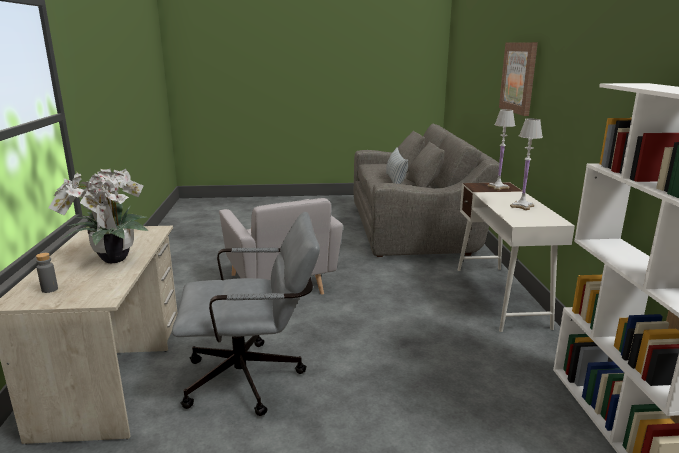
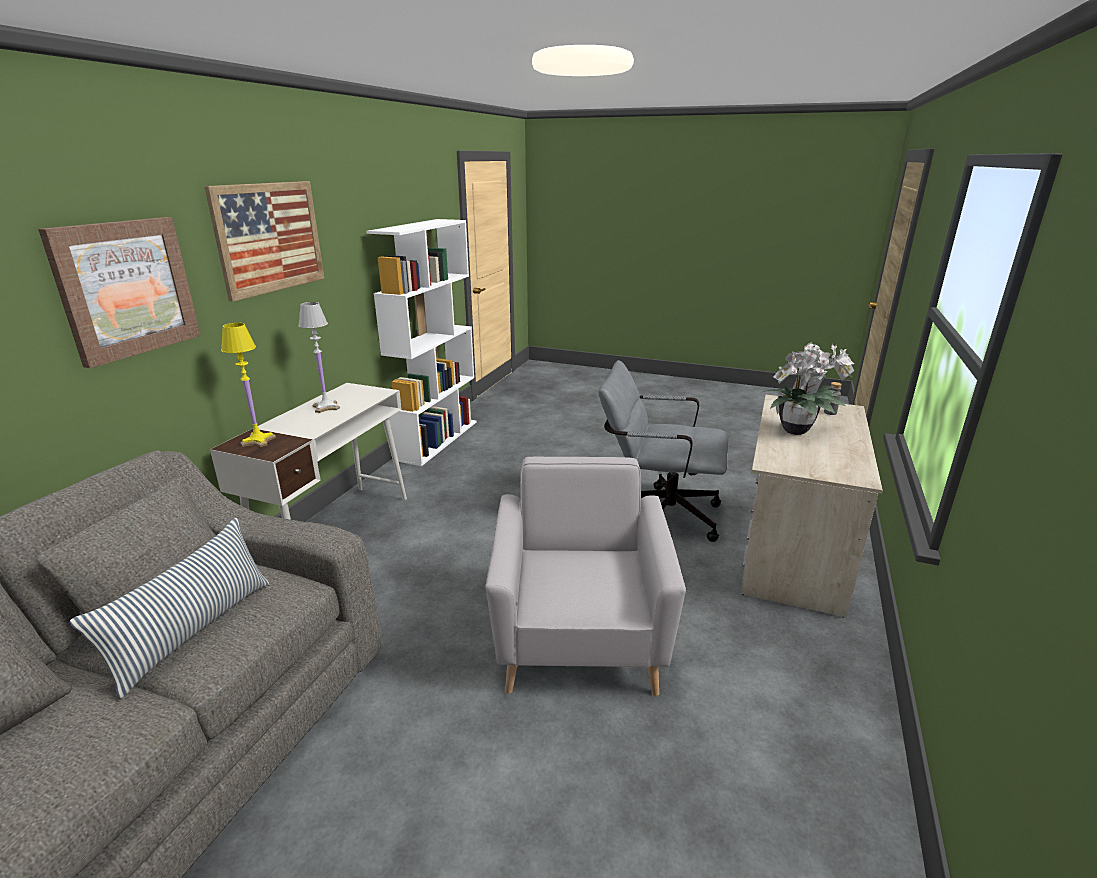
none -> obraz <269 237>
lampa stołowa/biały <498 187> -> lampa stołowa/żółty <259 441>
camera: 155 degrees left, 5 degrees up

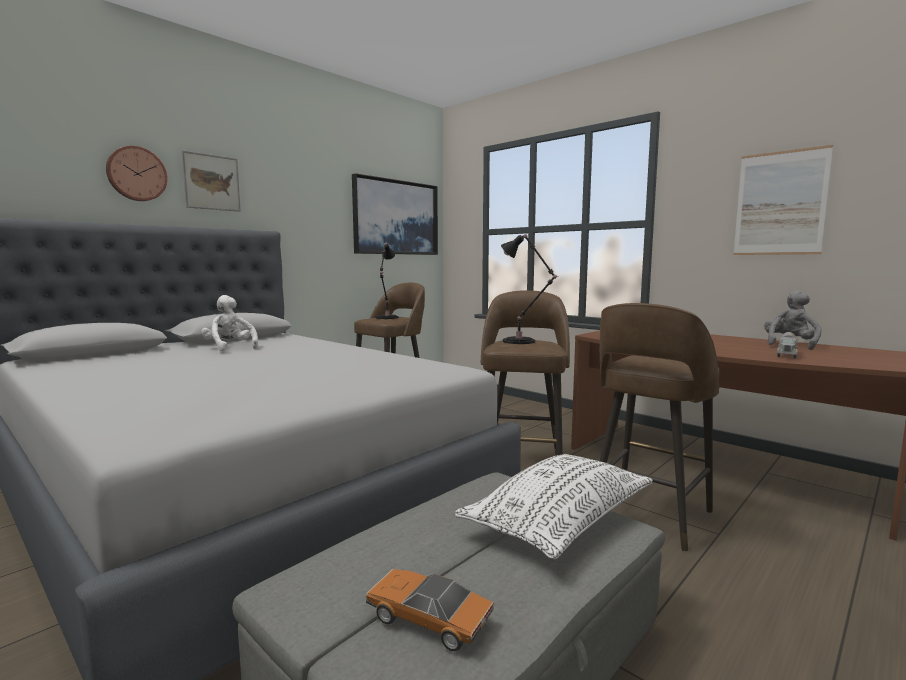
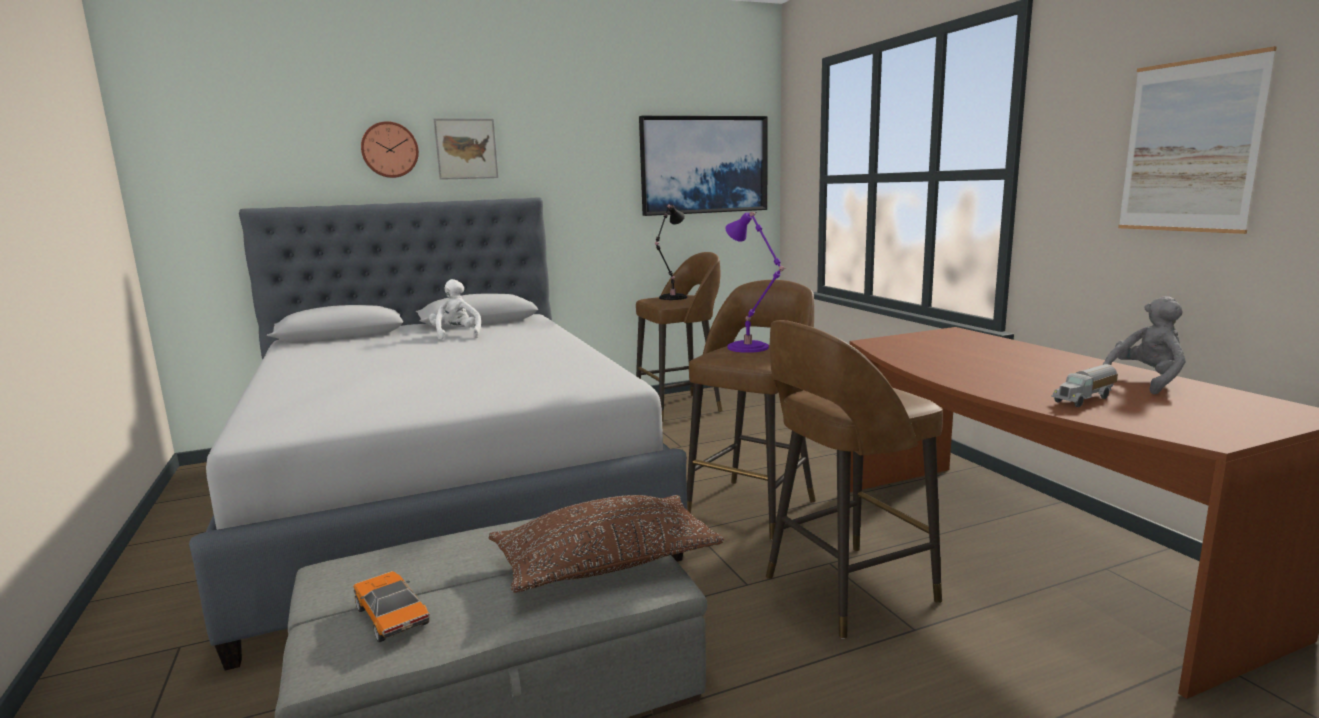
poduszka/biały <559 520> -> poduszka/brązowy <606 563>
lampa stołowa/czarny <521 341> -> lampa stołowa/fioletowy <750 348>
camera: 25 degrees right, 5 degrees up

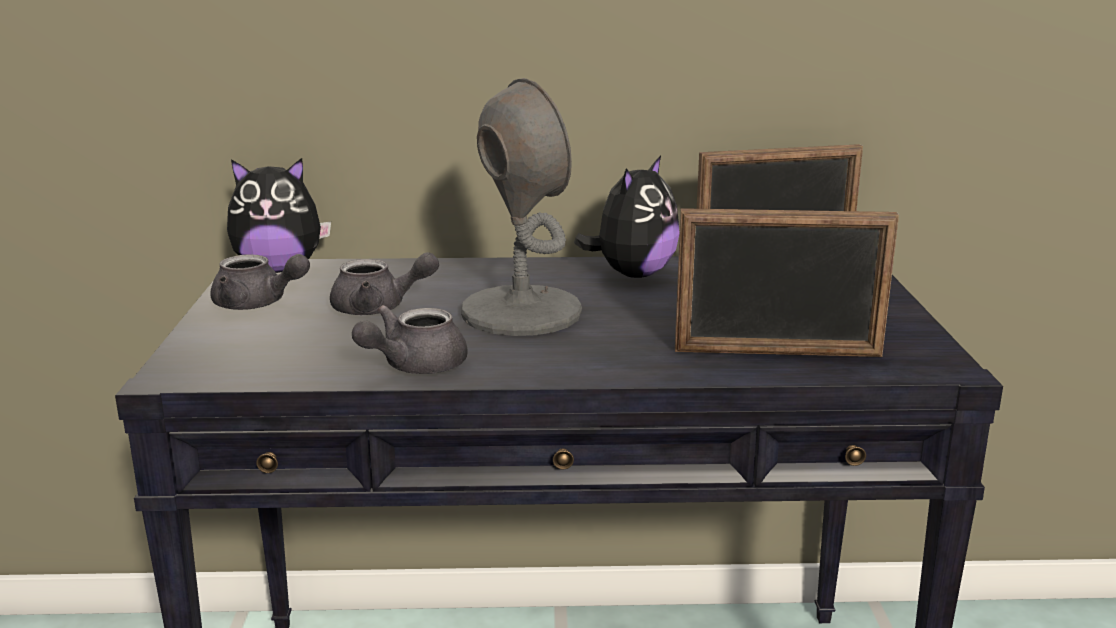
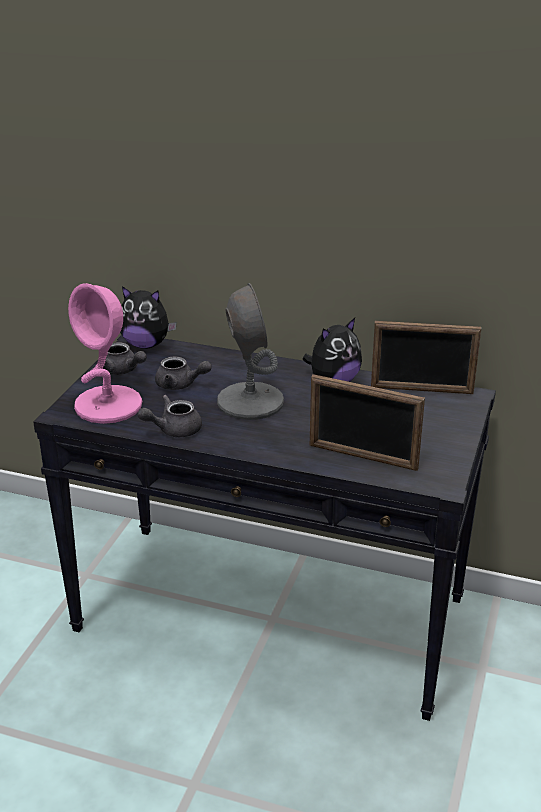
none -> lampa stołowa/różowy <109 406>
camera: 20 degrees right, 10 degrees up

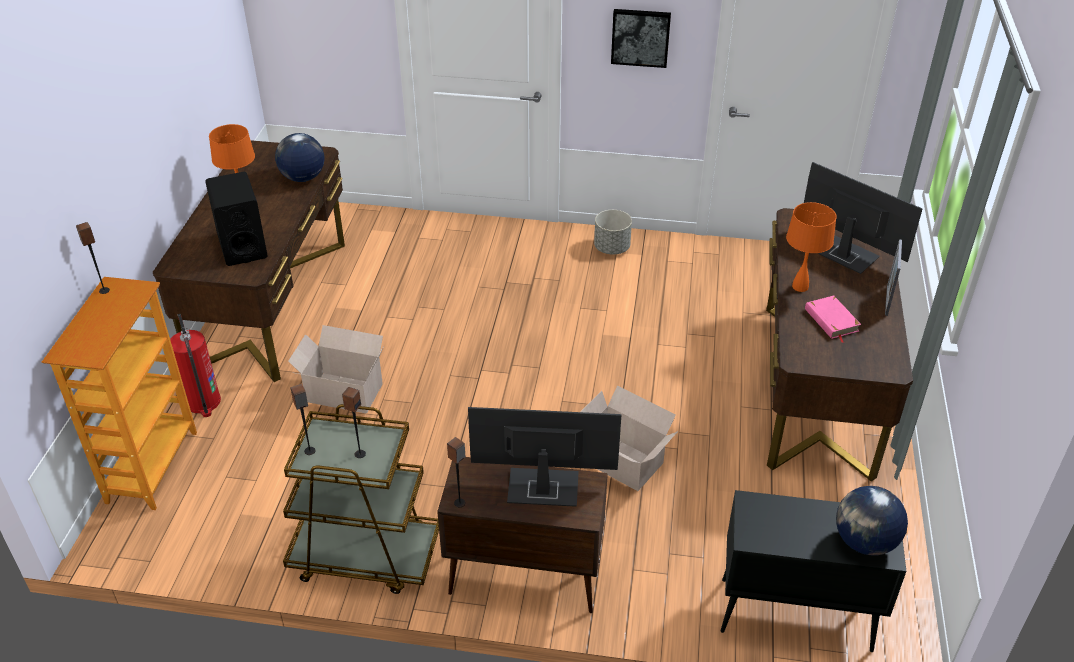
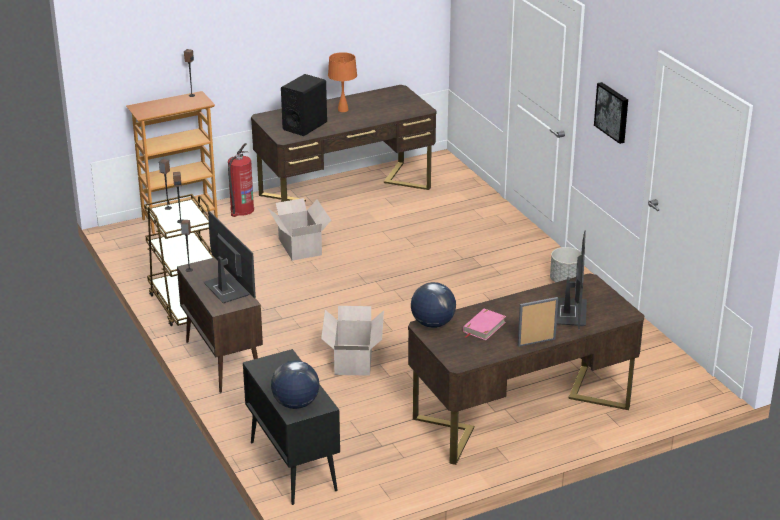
globus <302 178> -> globus <432 324>, shifted
lampa stołowa/pomarańczowy <800 286> -> none
camera: 55 degrees right, 10 degrees down

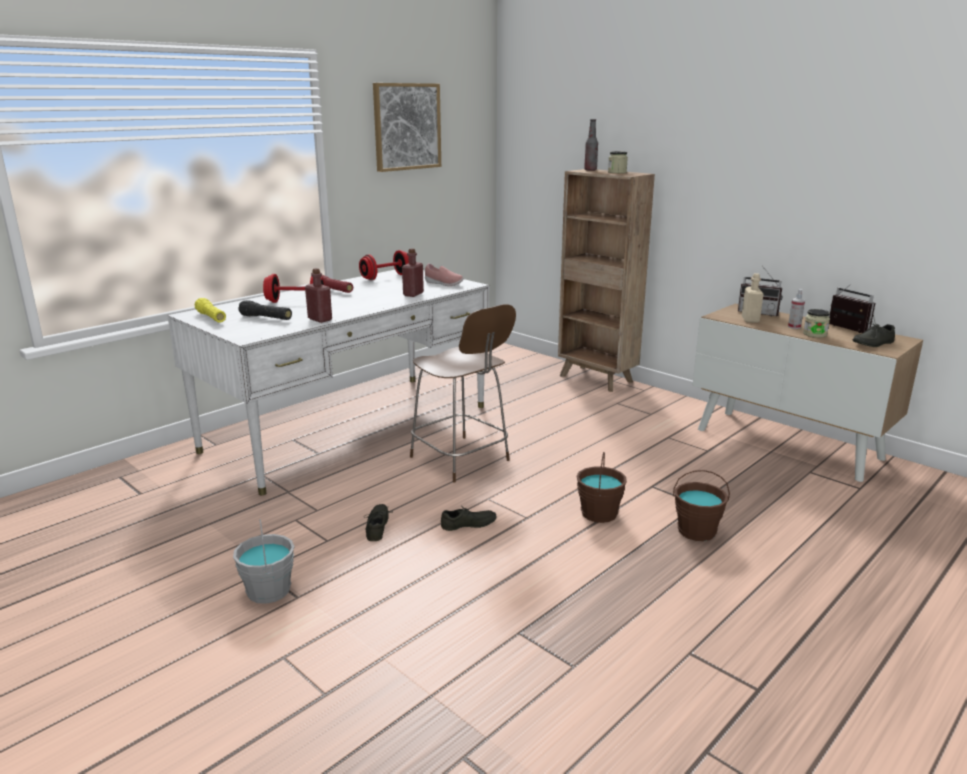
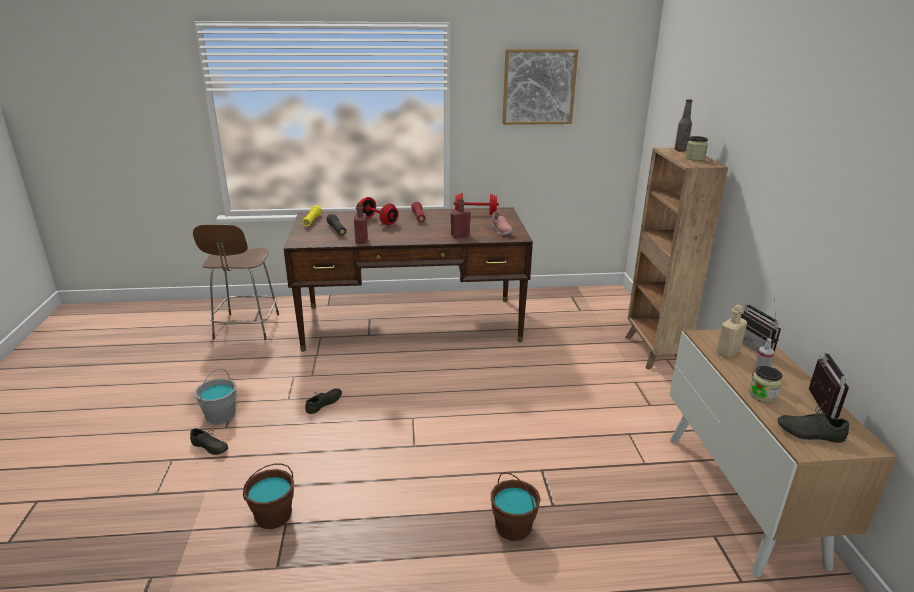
but/szary <469 525> -> but/szary <208 448>, shifted
stołek/brązowy <461 460> -> stołek/brązowy <246 328>, shifted
wiadro/brązowy <598 513> -> wiadro/brązowy <273 515>, shifted
biurko/biały <349 428> -> biurko/brązowy <411 323>
camera: 40 degrees right, 5 degrees up

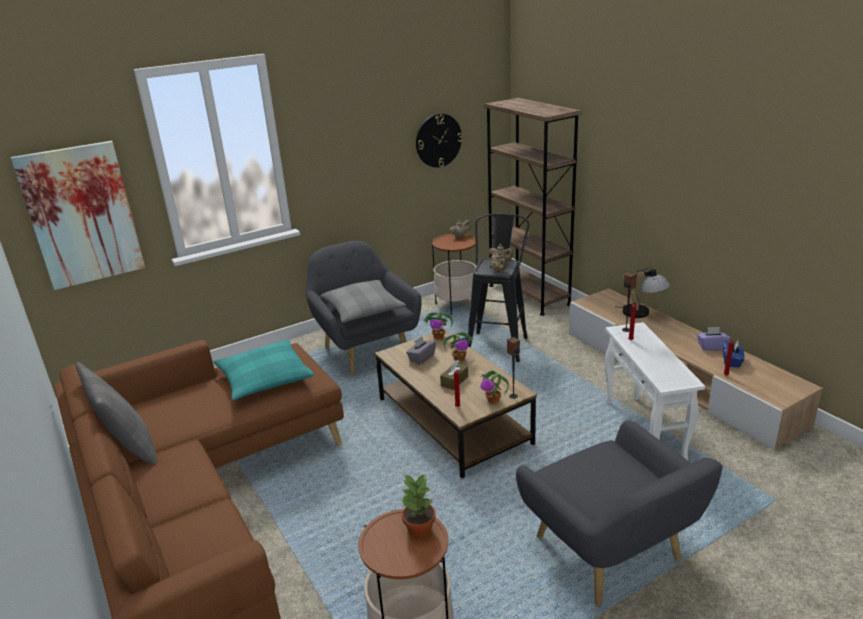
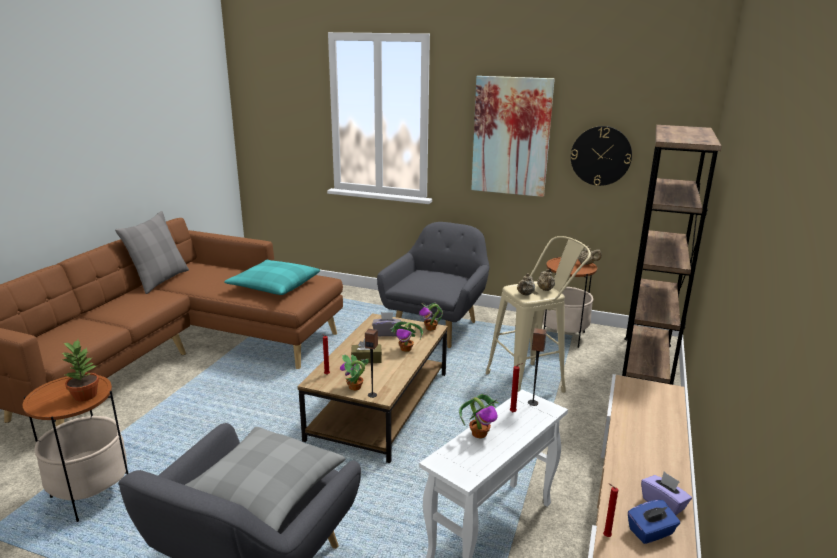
poduszka/szary <363 309> -> poduszka/szary <264 490>, shifted
none -> roślina doniczkowa <479 433>
obraz <82 215> -> obraz <511 136>, shifted
stołek/czarny <499 343> -> stołek/beżowy <532 381>
lampa stołowa <642 314> -> none
camera: 50 degrees right, 5 degrees down

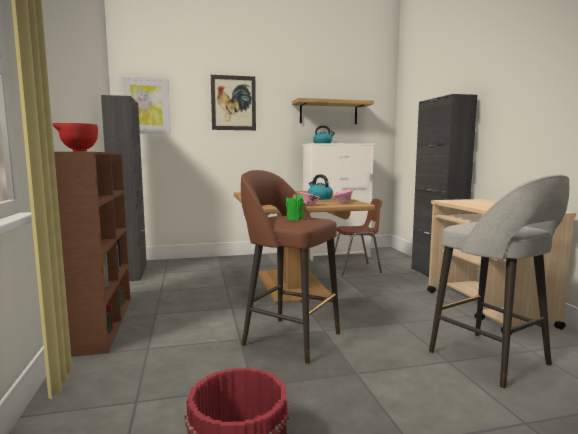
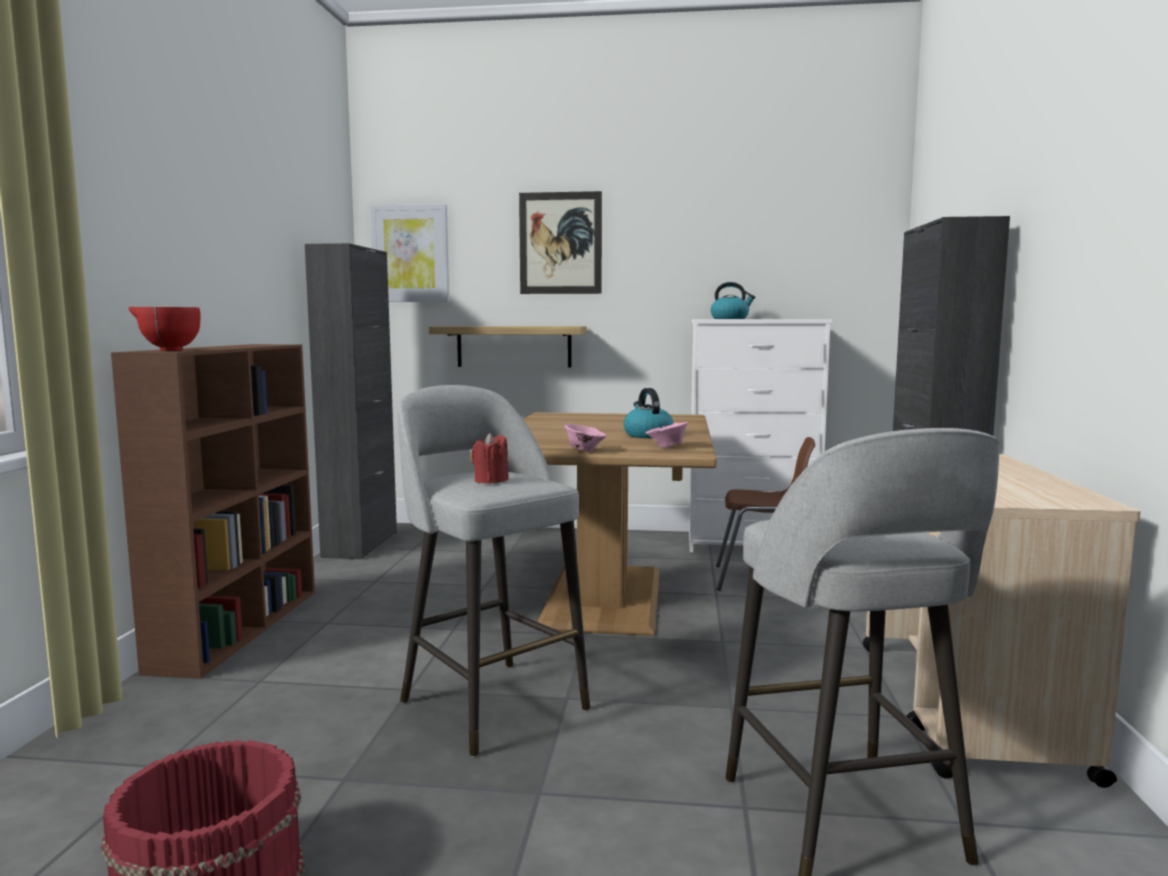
stołek/brązowy <289 338> -> stołek/szary <491 702>
półka <328 113> -> półka <514 346>, shifted
świeca/zielony <295 219> -> świeca/czerwony <491 480>
camera: 20 degrees right, 0 degrees up

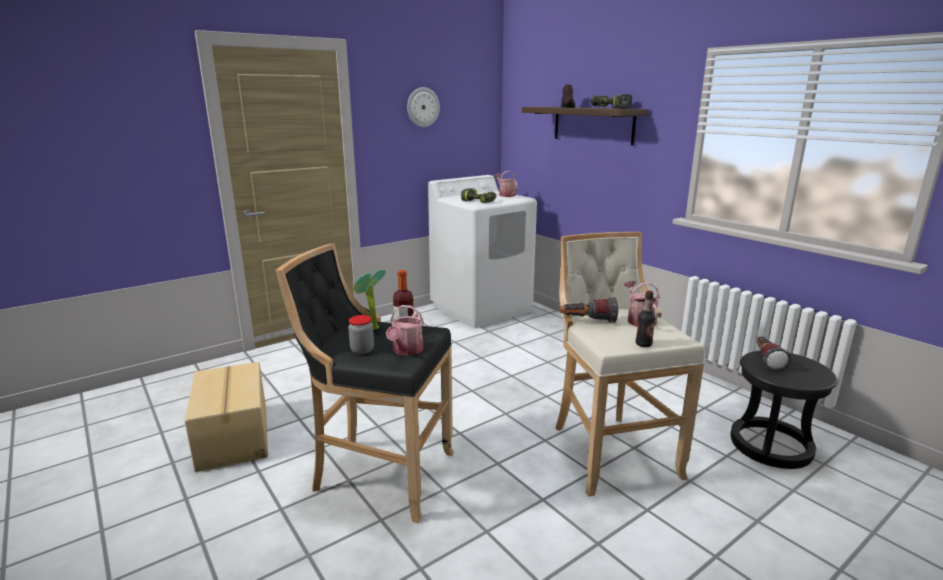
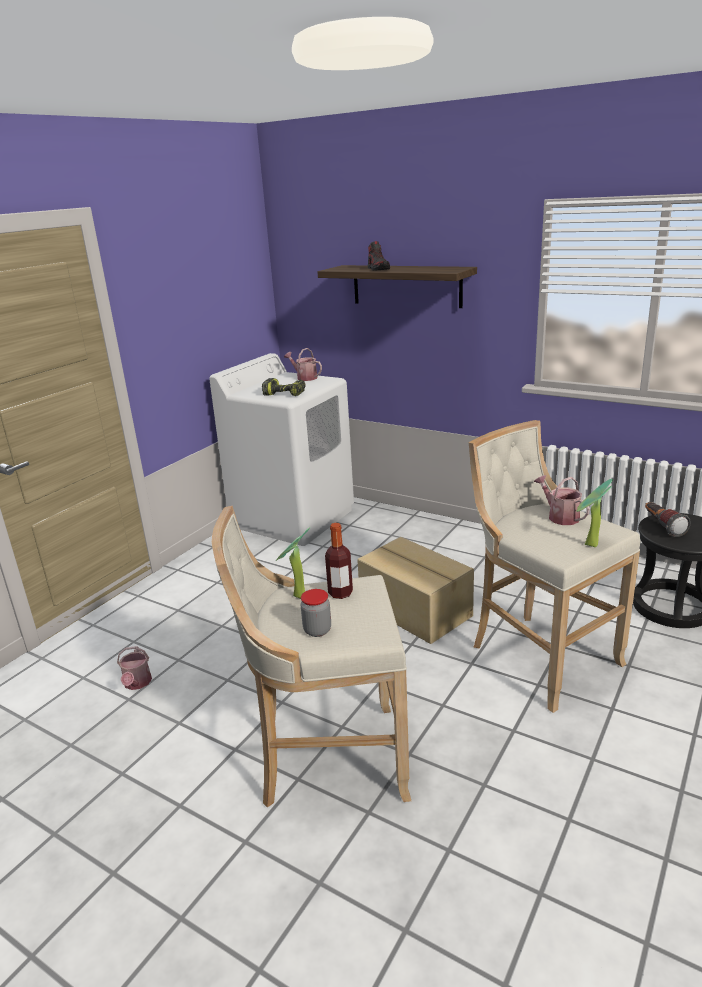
konewka <406 350> -> konewka <137 683>, shifted
stołek/czarny <379 474> -> stołek/beżowy <327 760>
karton <235 435> -> karton <416 609>, shifted
butelka <643 344> -> roślina doniczkowa <589 546>
zegar ścienny <422 107> -> none
latarka <587 322> -> none
wiertarka <609 108> -> none
camera: 20 degrees left, 5 degrees up

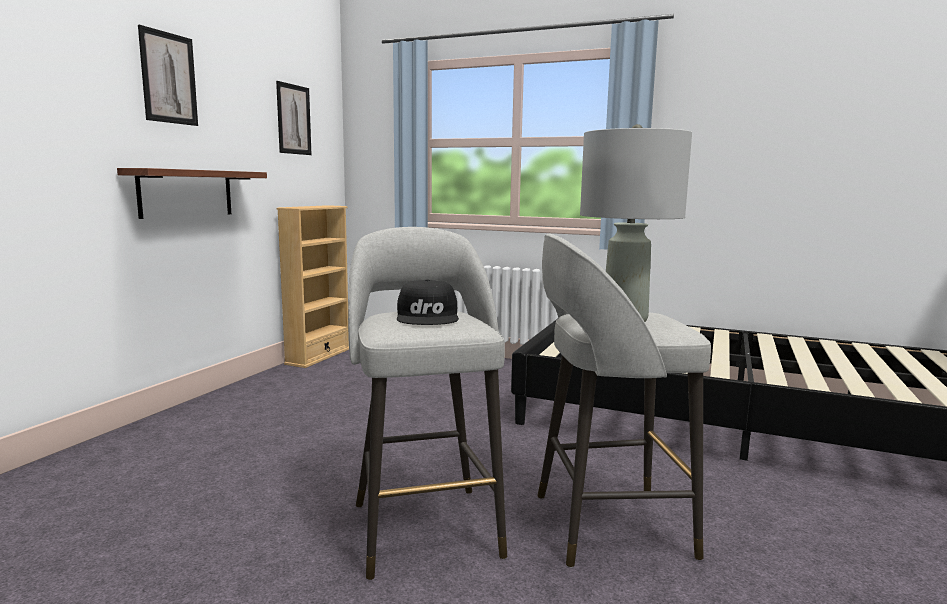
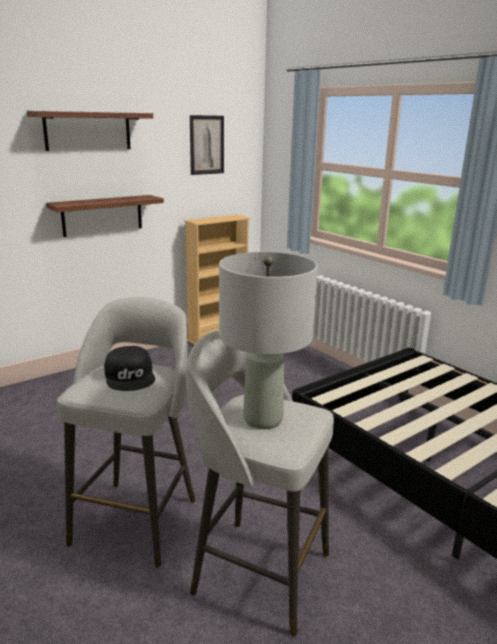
obraz <168 78> -> półka <88 131>
czapka z daszkiem/czarny <428 316> -> czapka z daszkiem/czarny <131 376>, 45 degrees counterclockwise
camera: 30 degrees right, 10 degrees up

